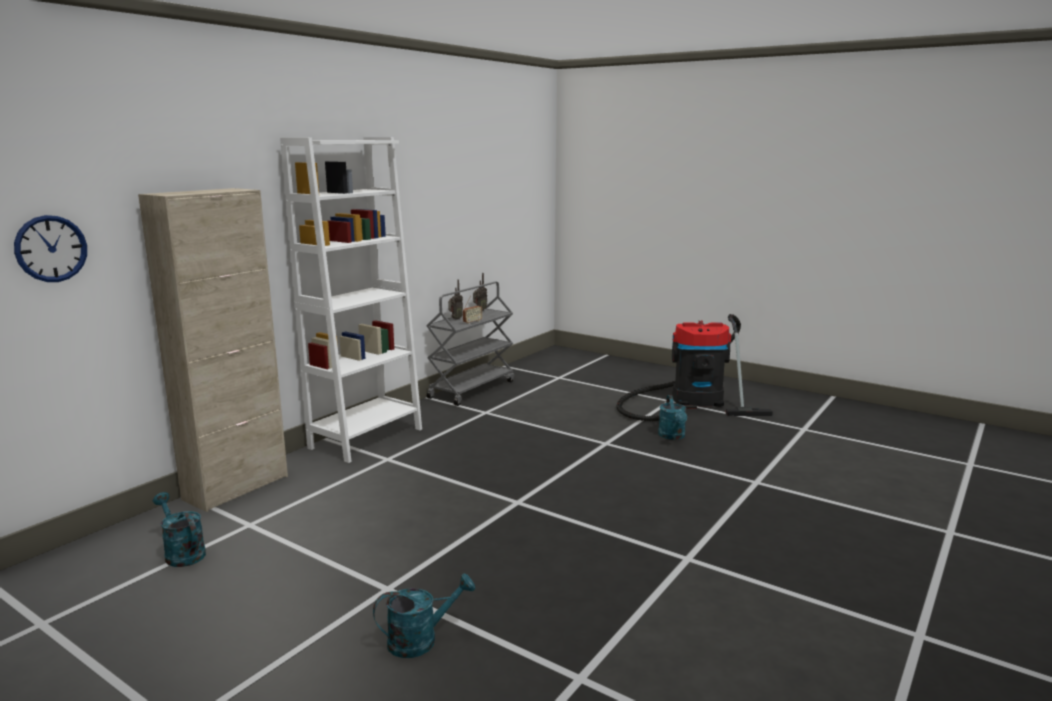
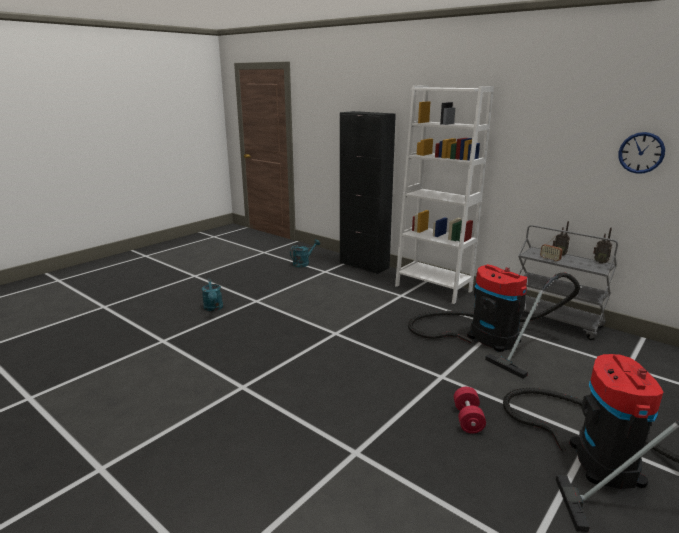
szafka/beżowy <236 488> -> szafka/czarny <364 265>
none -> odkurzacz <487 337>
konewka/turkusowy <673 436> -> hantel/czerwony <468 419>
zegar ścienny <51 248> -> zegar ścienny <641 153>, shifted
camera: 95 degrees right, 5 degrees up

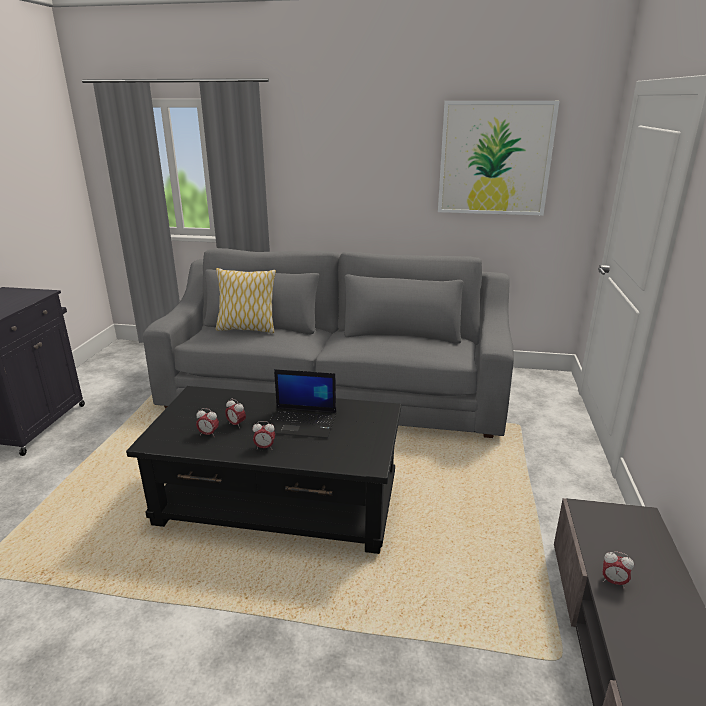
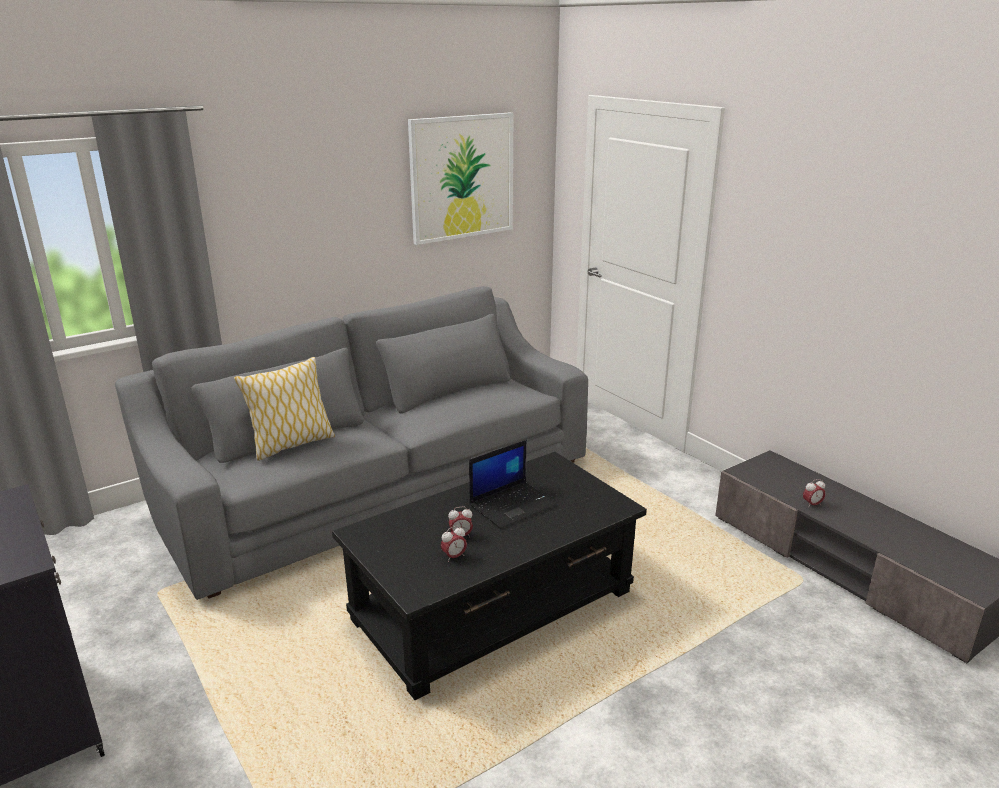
budzik <264 447> -> none
camera: 45 degrees left, 0 degrees up

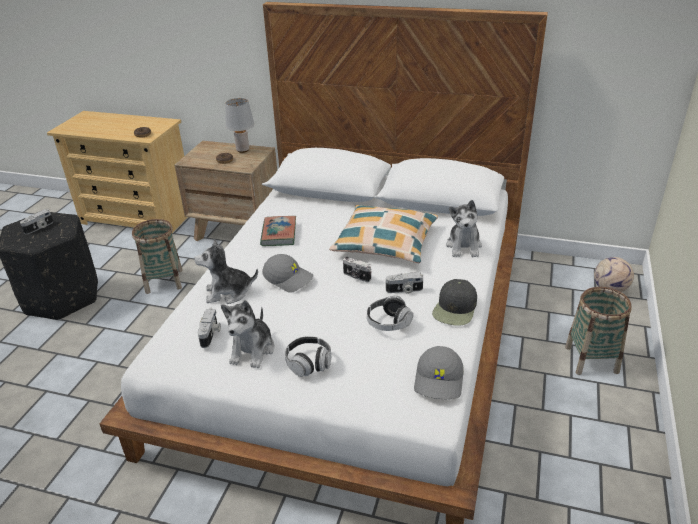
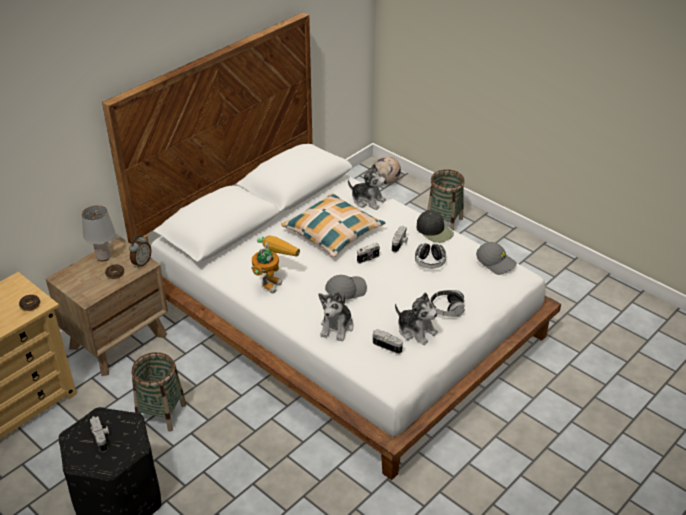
none -> budzik <141 263>
książka <279 234> -> robot zabawkowy <272 280>
camera: 65 degrees left, 5 degrees up

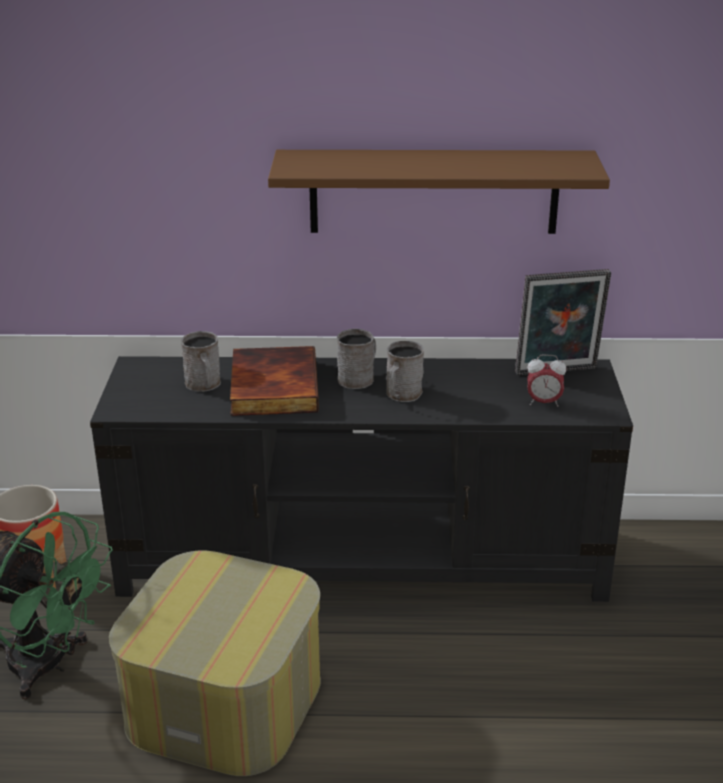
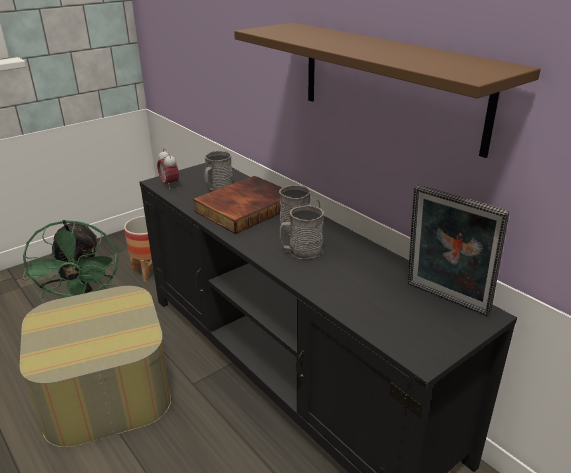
budzik <543 402> -> budzik <169 185>, shifted
camera: 50 degrees right, 0 degrees up

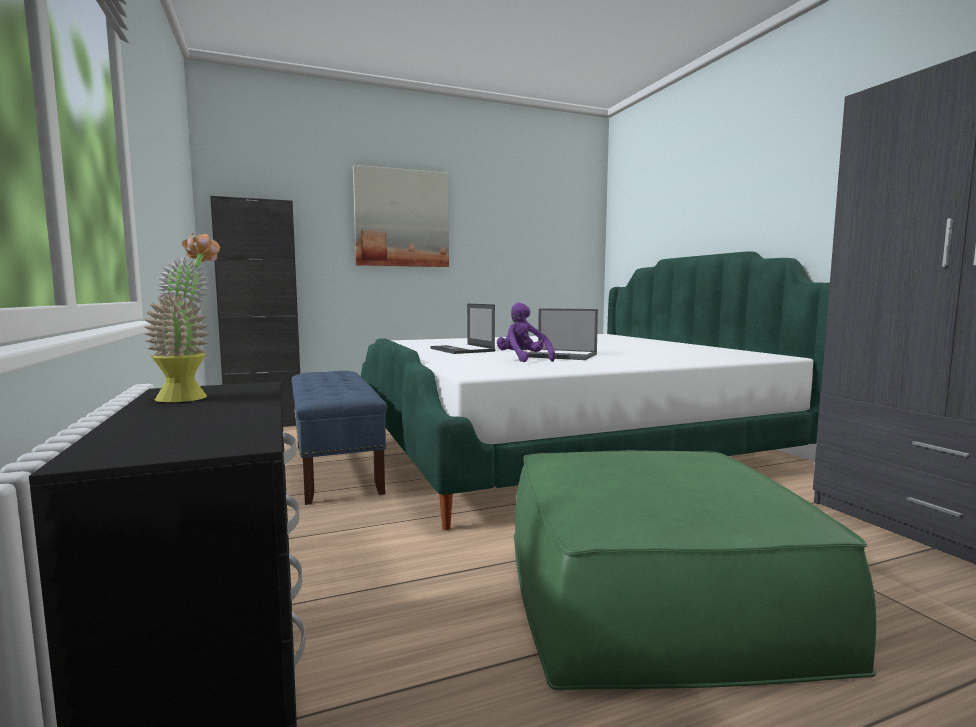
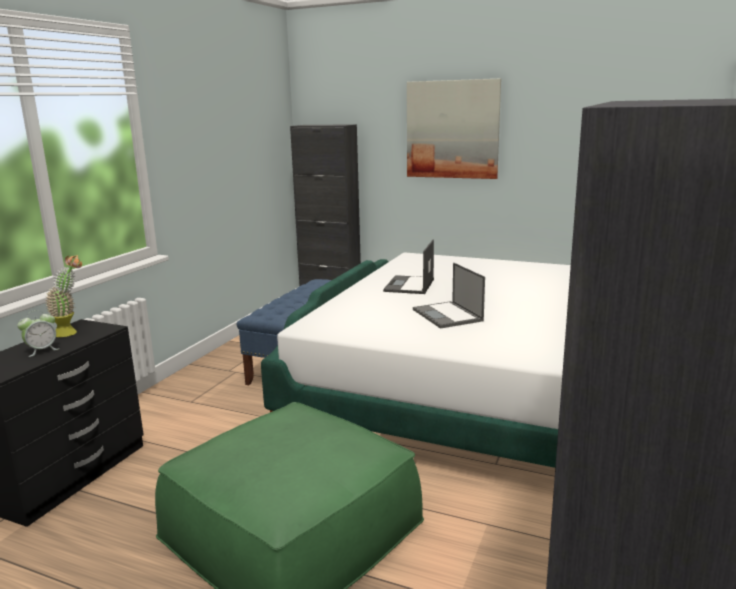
none -> budzik <42 350>
pluszak/fioletowy <523 360> -> none
camera: 45 degrees right, 10 degrees up

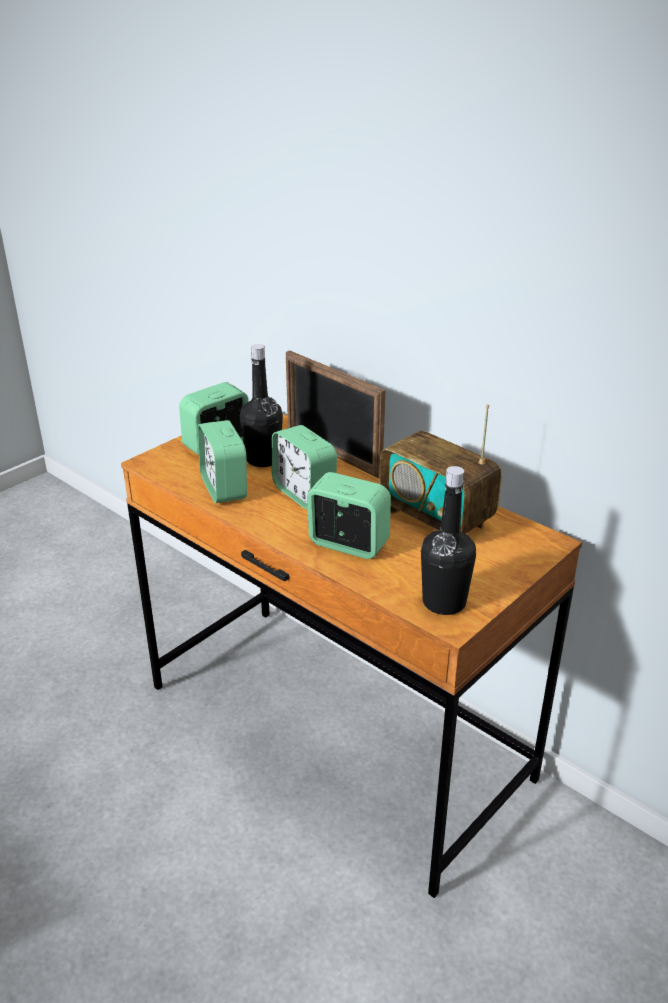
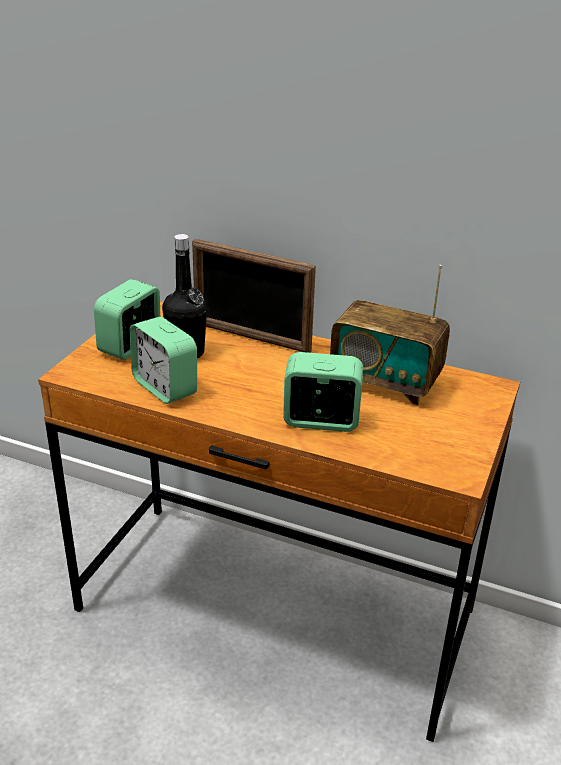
budzik <304 493> -> none
butelka/czarny <444 602> -> none
camera: 20 degrees left, 0 degrees up

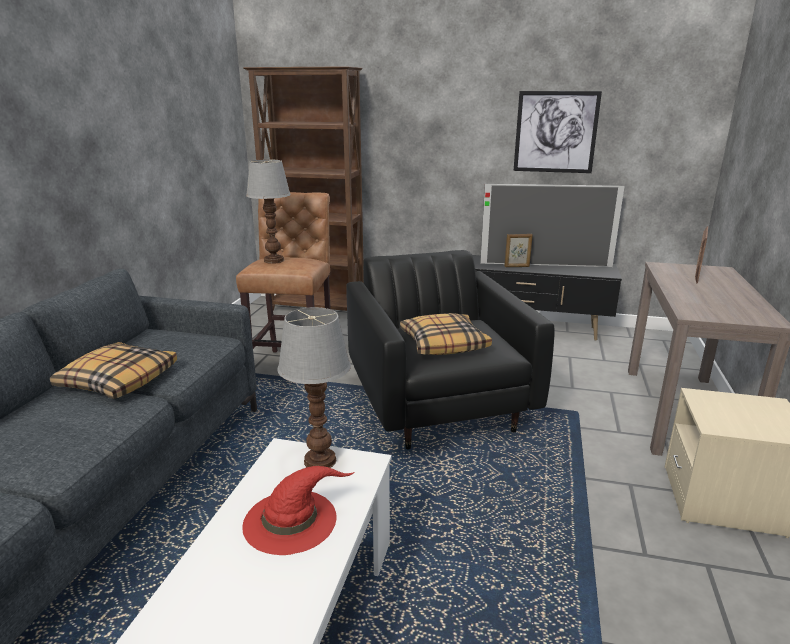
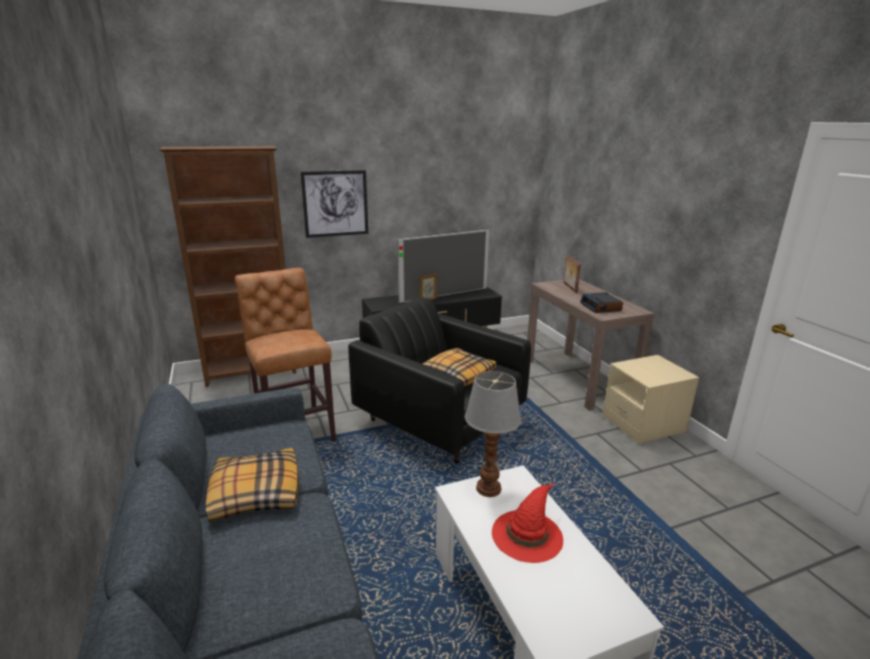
obraz <555 132> -> obraz <335 203>, shifted
none -> budzik <601 307>
lampa stołowa <273 260> -> none
camera: 35 degrees left, 0 degrees up

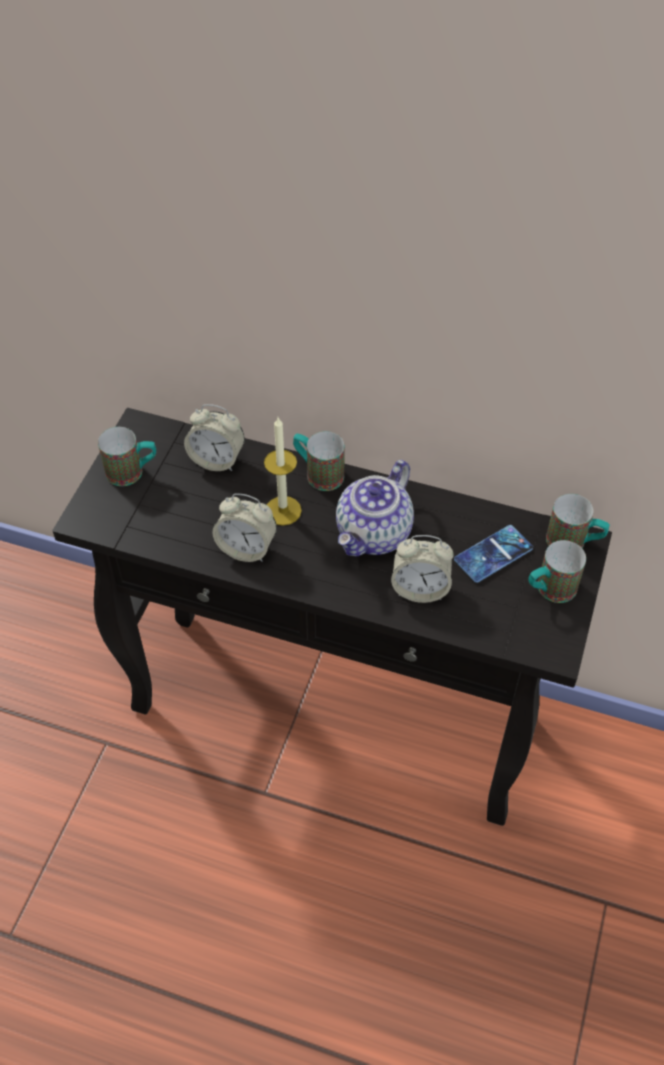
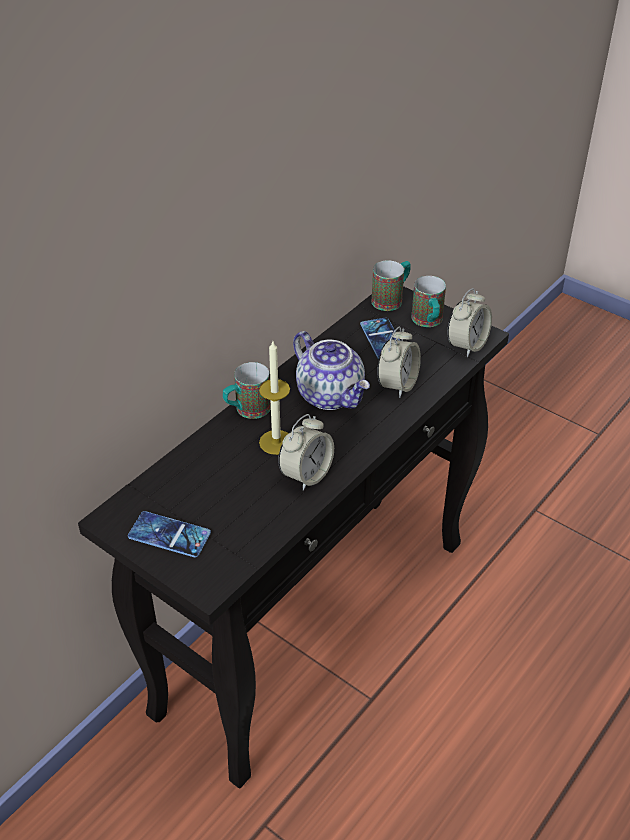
kubek <133 472> -> telefon <169 535>
budzik <217 460> -> budzik <467 345>, shifted
camera: 70 degrees left, 10 degrees down

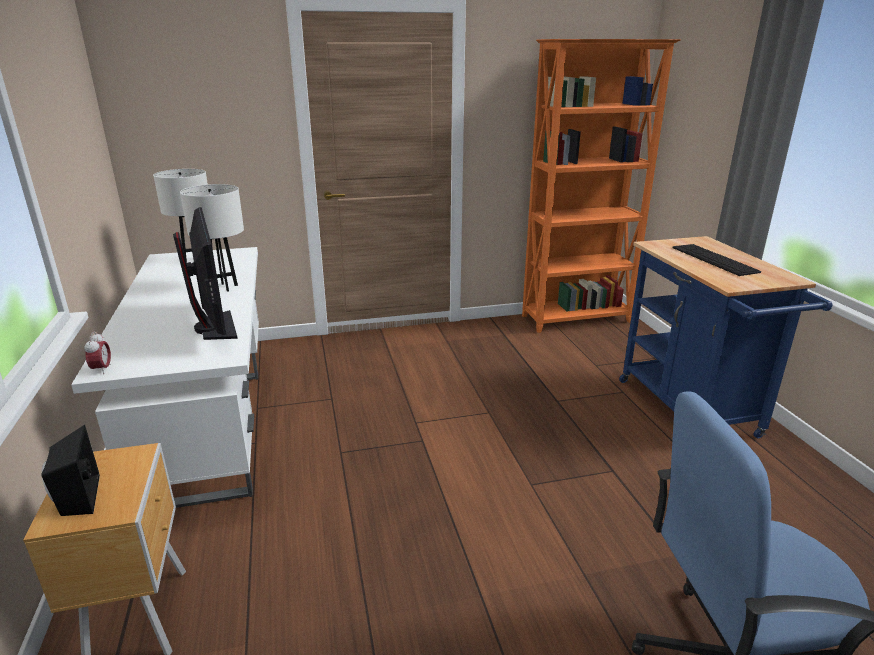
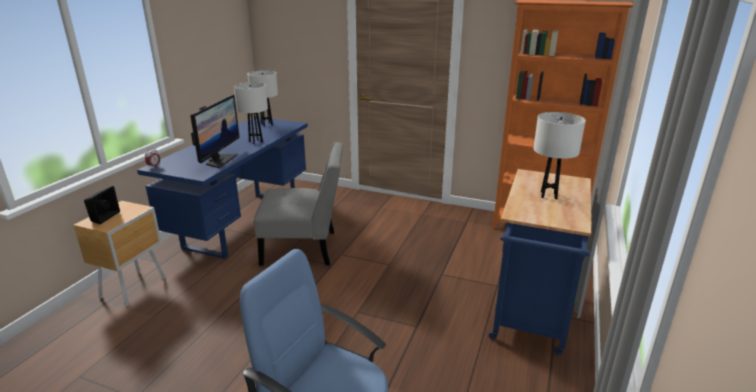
biurko/biały <211 432> -> biurko/niebieski <243 222>
none -> krzesło/szary <304 248>
klawiatura <714 259> -> lampa stołowa/biały <549 195>
camera: 35 degrees right, 0 degrees up

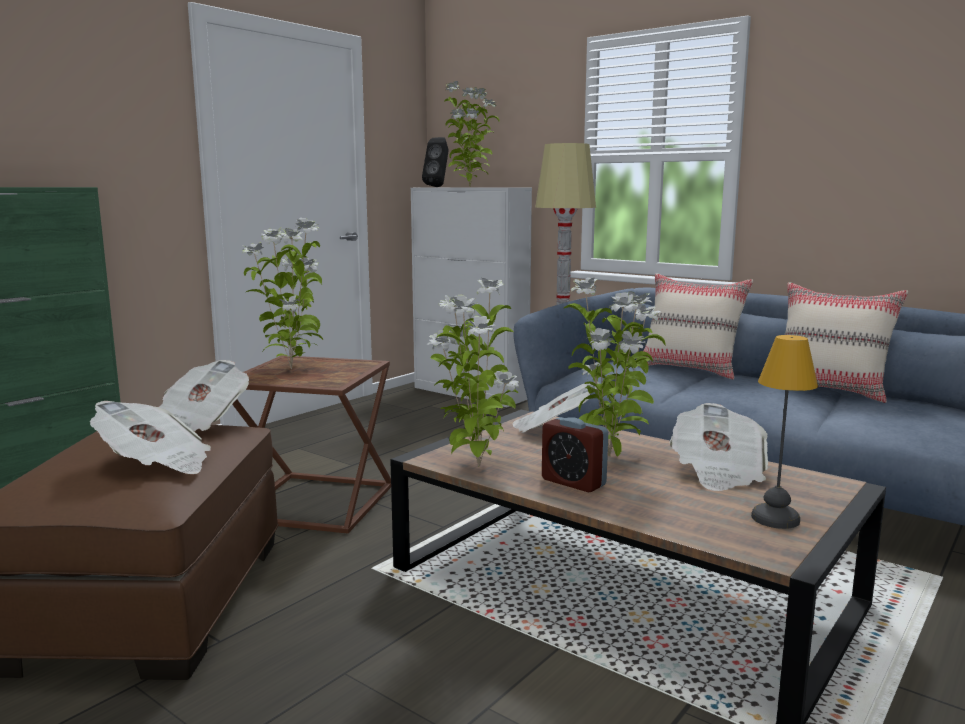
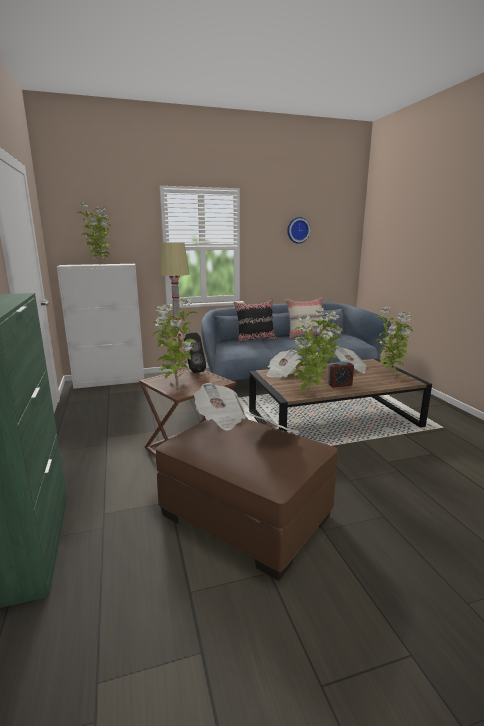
głośnik/czarny <438 187> -> głośnik/czarny <193 371>, shifted
poduszka/beżowy <690 369> -> poduszka/czarny <255 339>
none -> zegar ścienny <298 230>
lampa stołowa <773 518> -> roślina doniczkowa <390 374>
camera: 55 degrees left, 5 degrees up

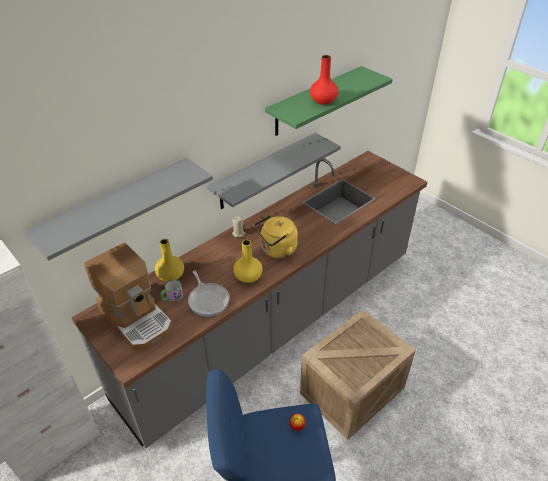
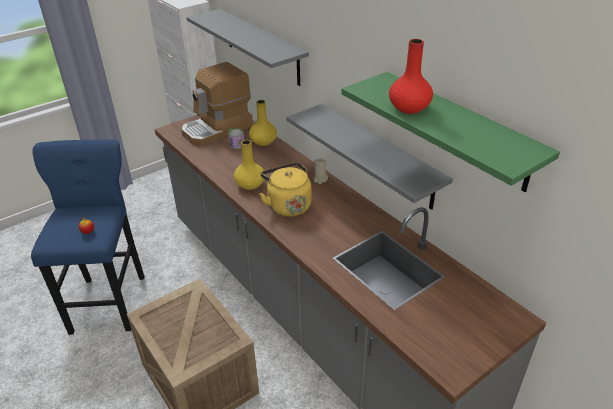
patelnia <208 300> -> none
camera: 95 degrees right, 5 degrees down

